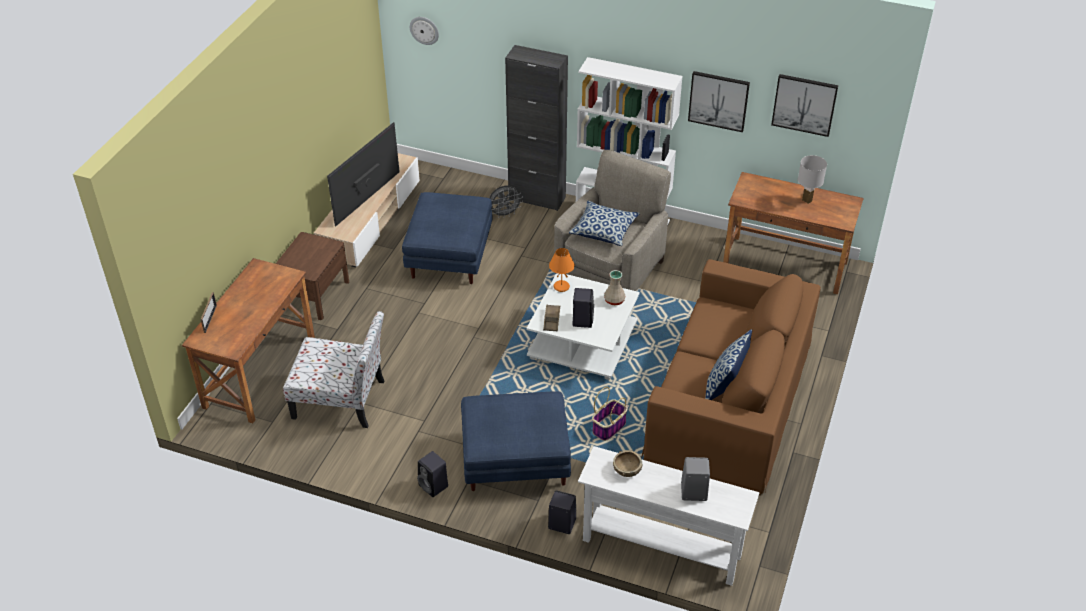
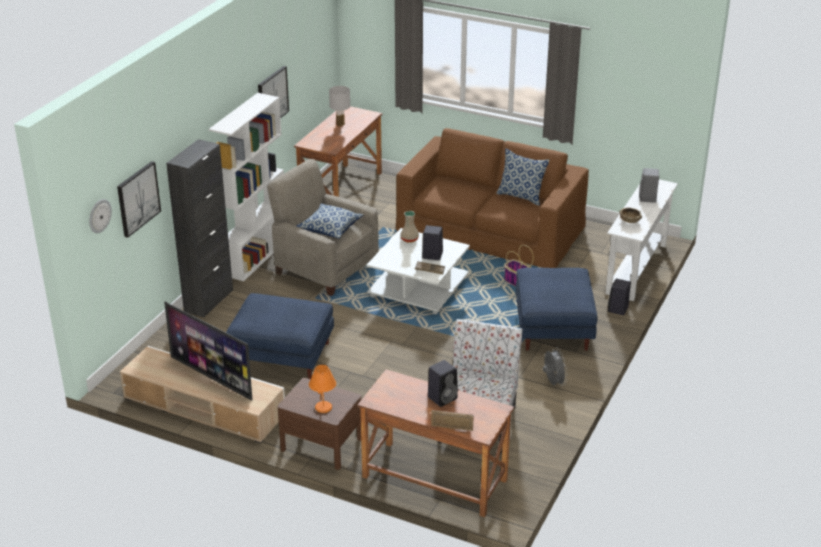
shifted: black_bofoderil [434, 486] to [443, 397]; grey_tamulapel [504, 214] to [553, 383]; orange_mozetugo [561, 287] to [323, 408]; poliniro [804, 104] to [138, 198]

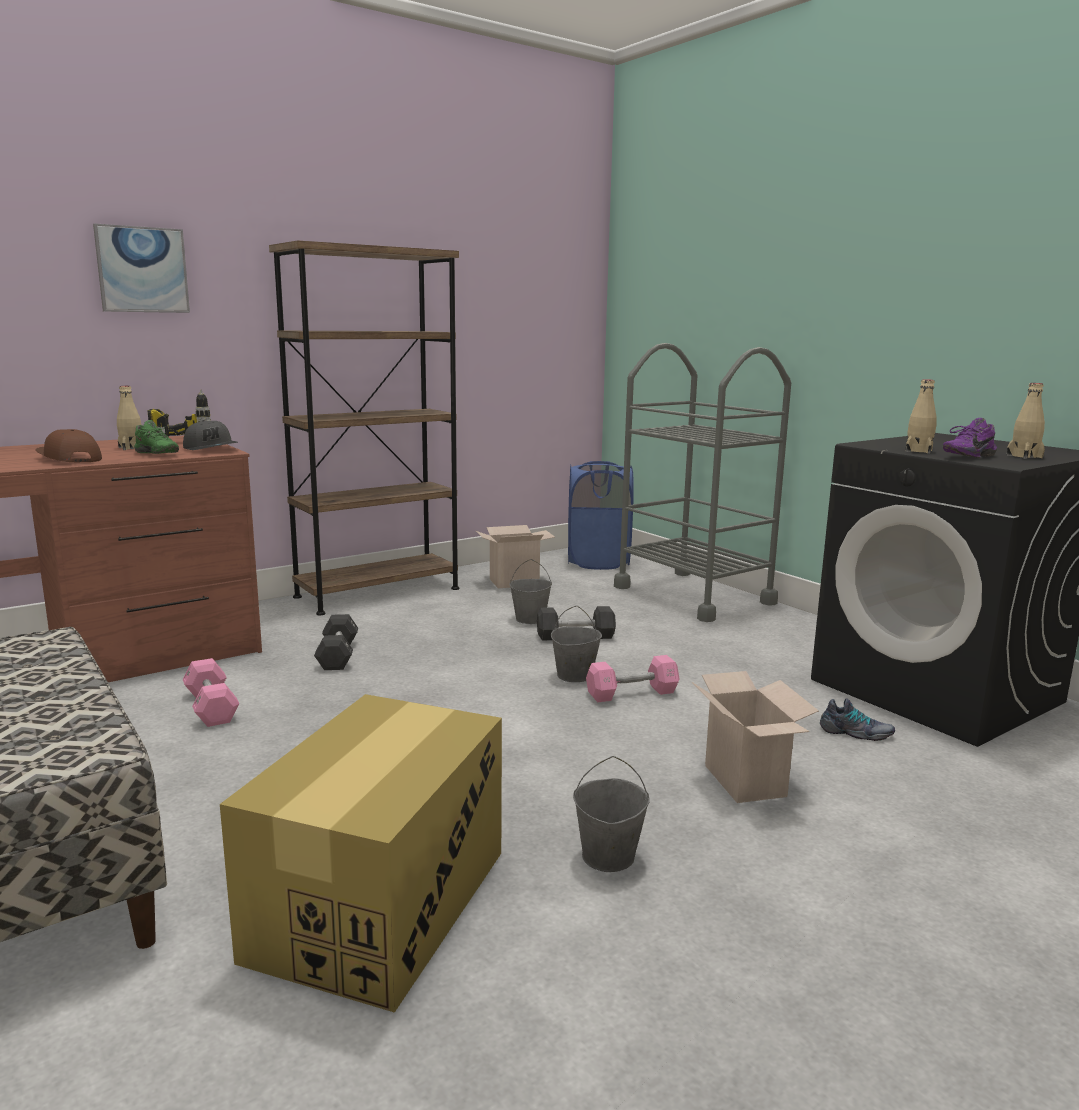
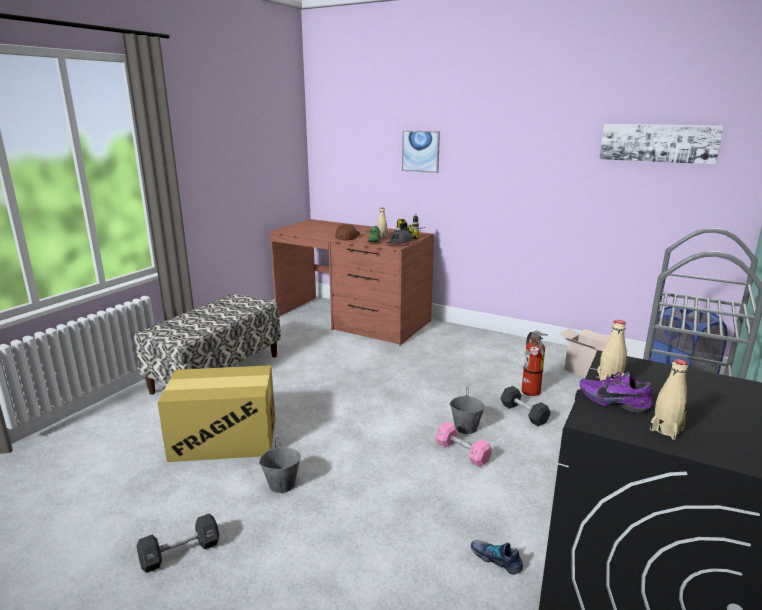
gone: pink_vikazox [211, 707]; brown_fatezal [378, 592]; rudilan [748, 782]
new: poliniro [658, 143]
shifted: black_vikazox [337, 655] to [180, 553]
swapped: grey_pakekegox [530, 619] to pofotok [530, 393]
rotated: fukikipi [856, 733] = [496, 559] 135 degrees clockwise

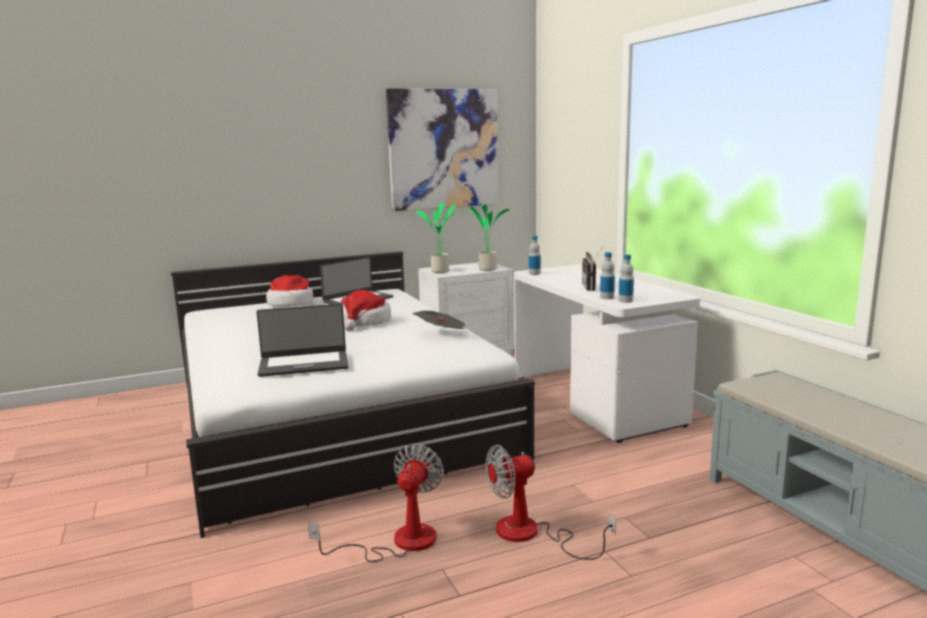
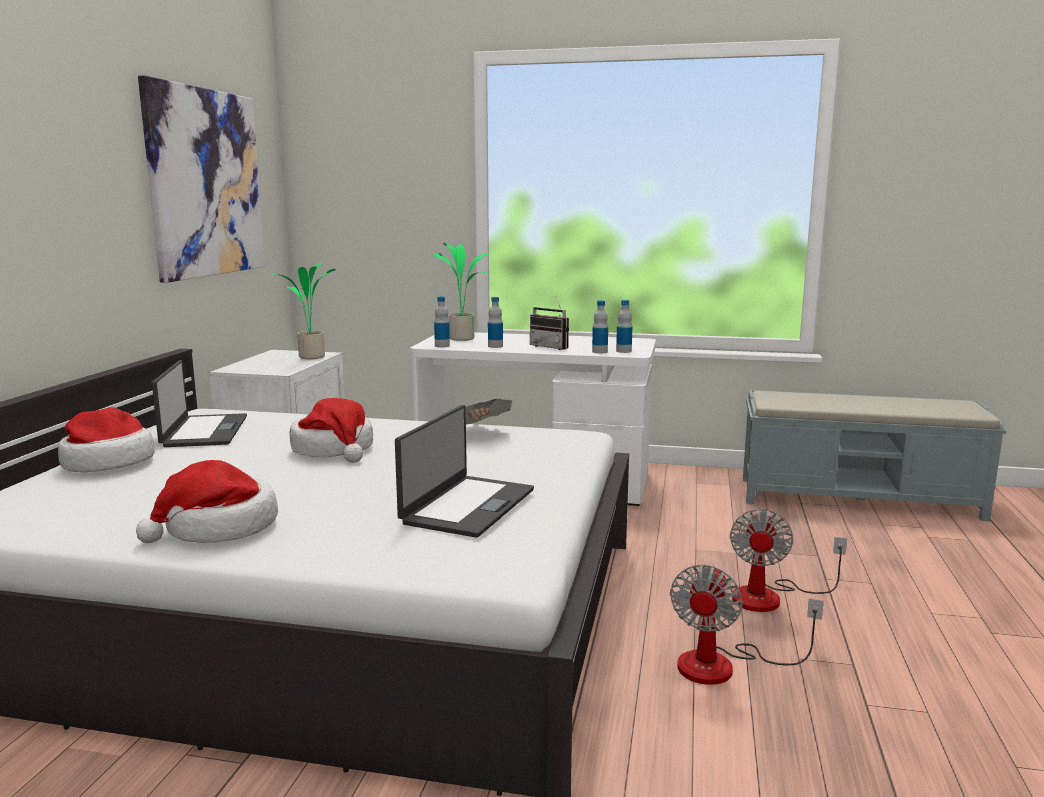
new: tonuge [218, 528]; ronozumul [495, 346]
shifted: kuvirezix [441, 271] to [462, 338]
rotated: tamulapel [399, 542] = [724, 665] 120 degrees counterclockwise

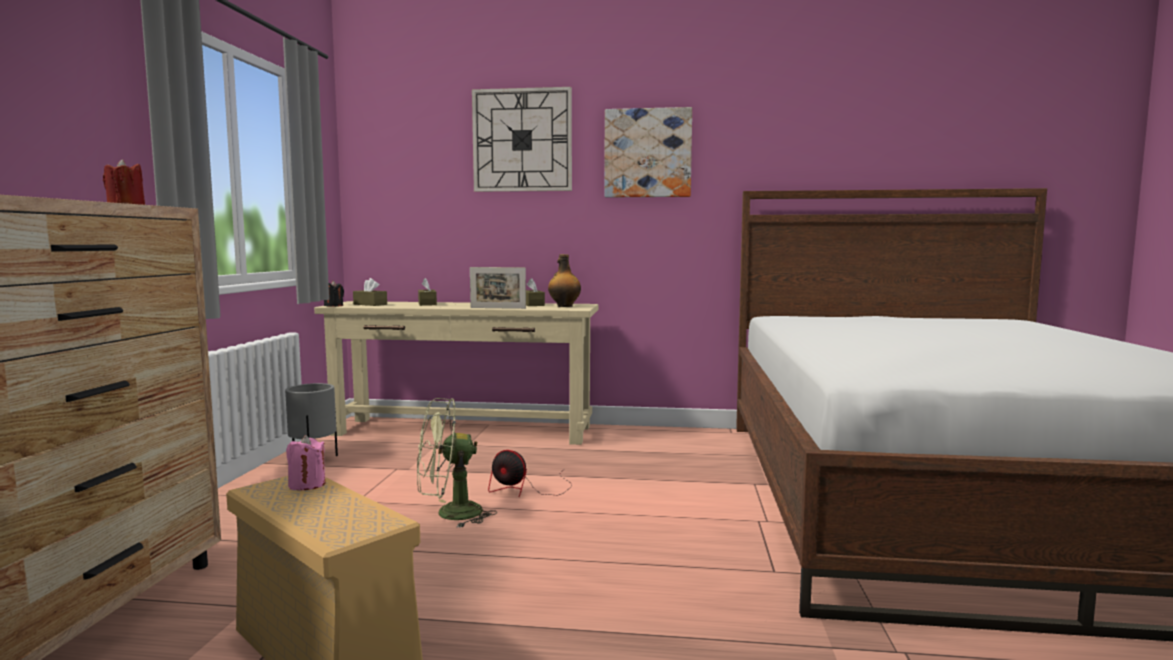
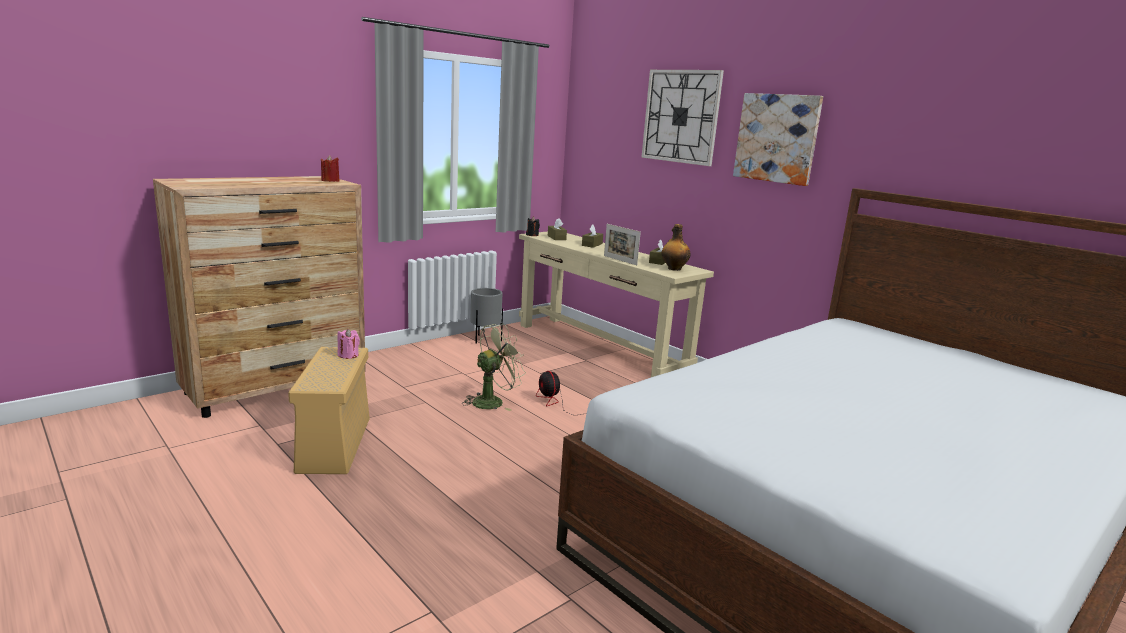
rotated: green_tamulapel [449, 514] = [493, 401] 120 degrees clockwise

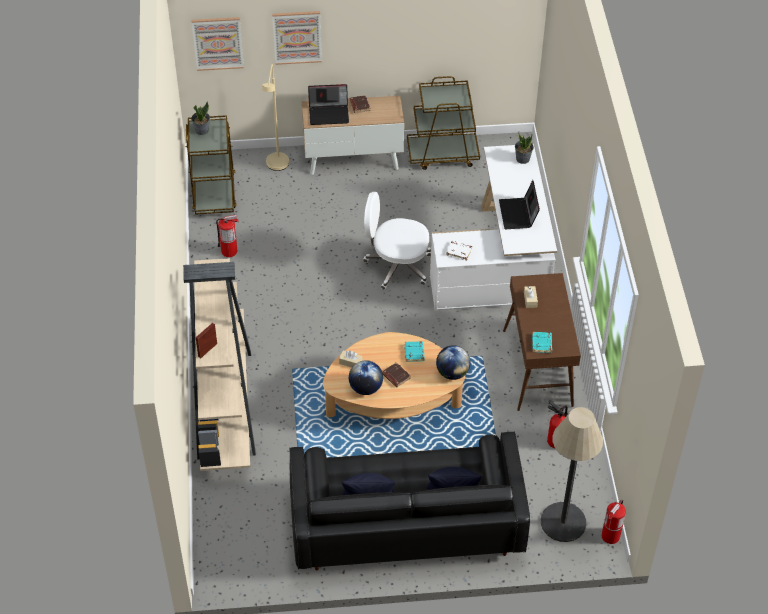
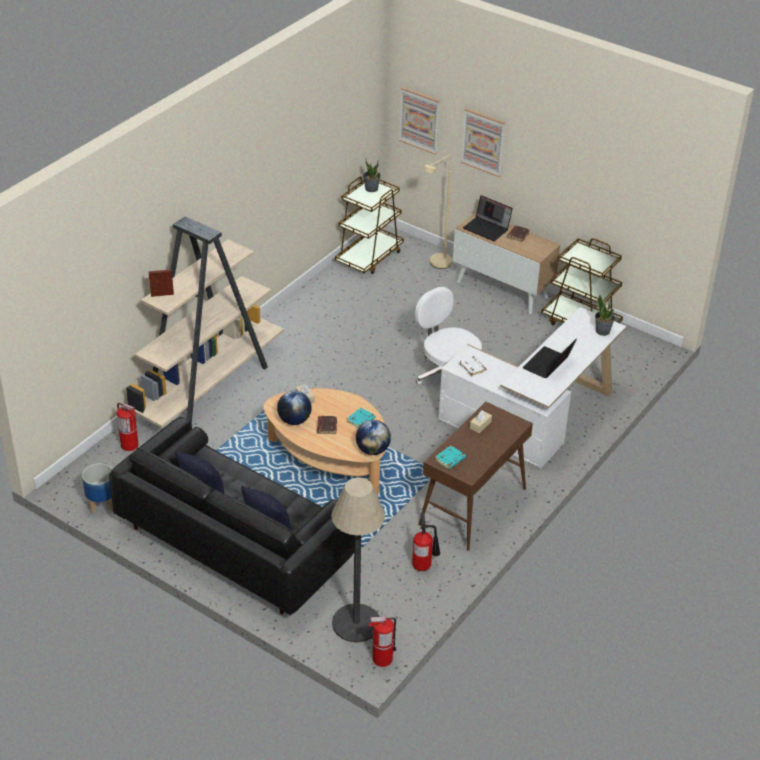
new: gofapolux [101, 505]
shifted: pofotok [229, 251] to [130, 445]

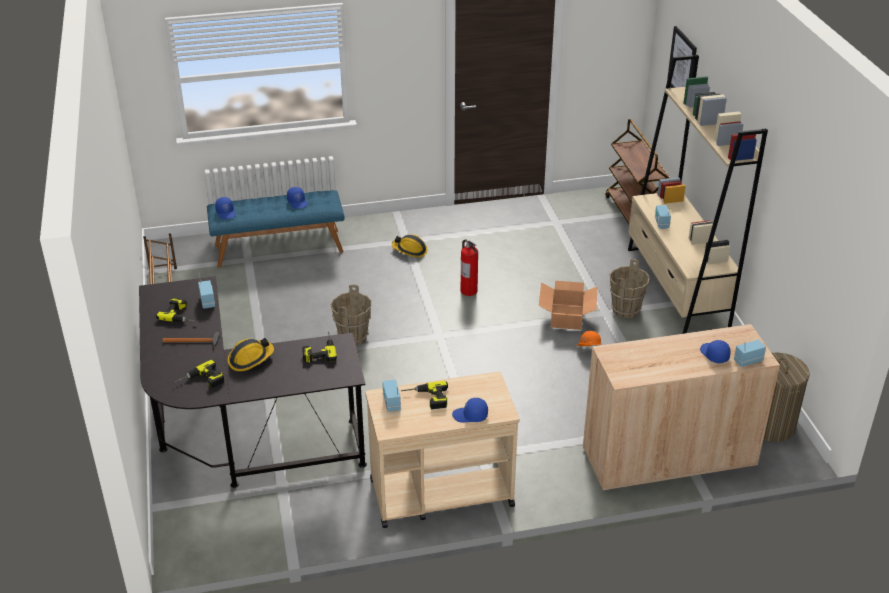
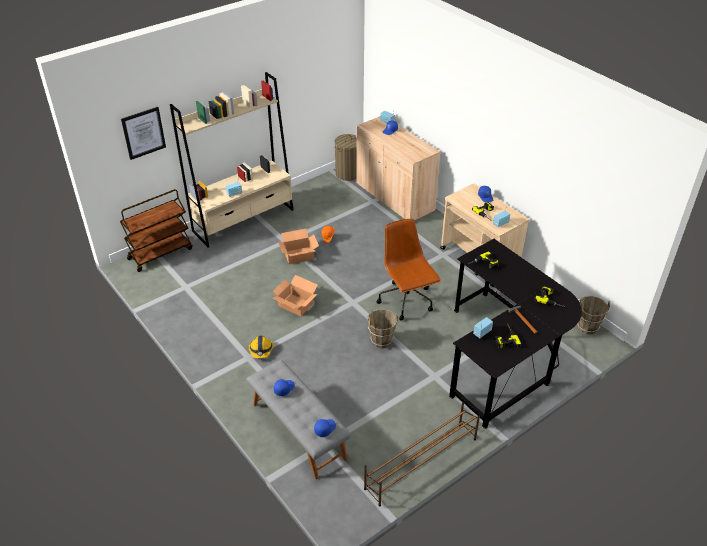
gone: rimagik [250, 359]
new: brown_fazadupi [406, 301]
shifted: brown_pakekegox [626, 310] to [587, 327]
swapped: pofotok [468, 290] to rudilan [295, 304]
repainted: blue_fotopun [279, 248] to grey_fotopun [298, 431]

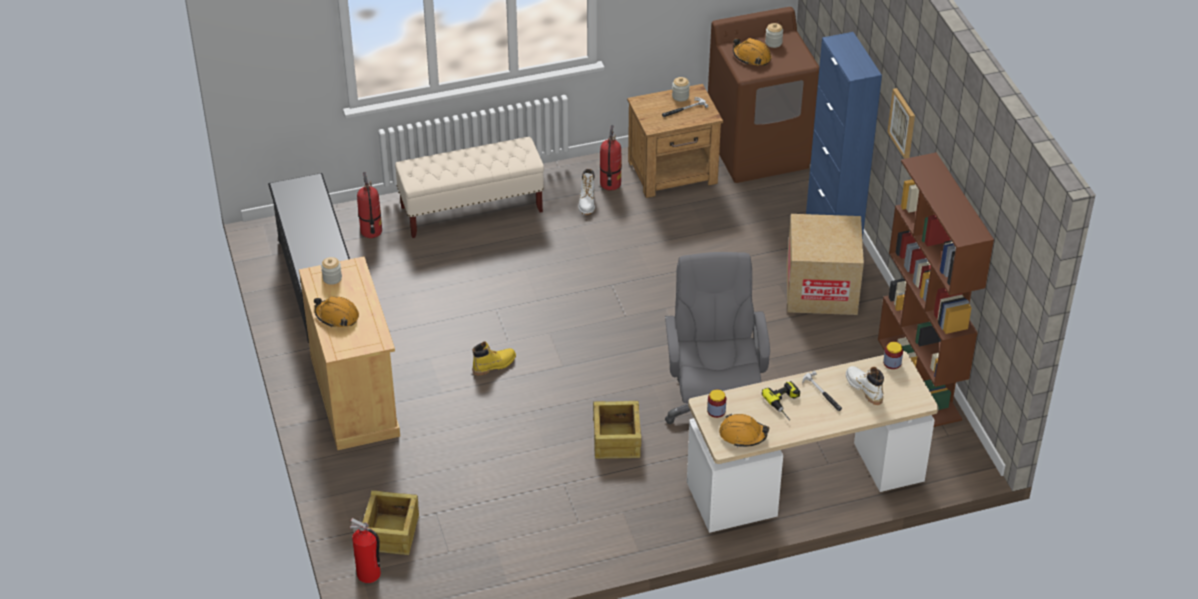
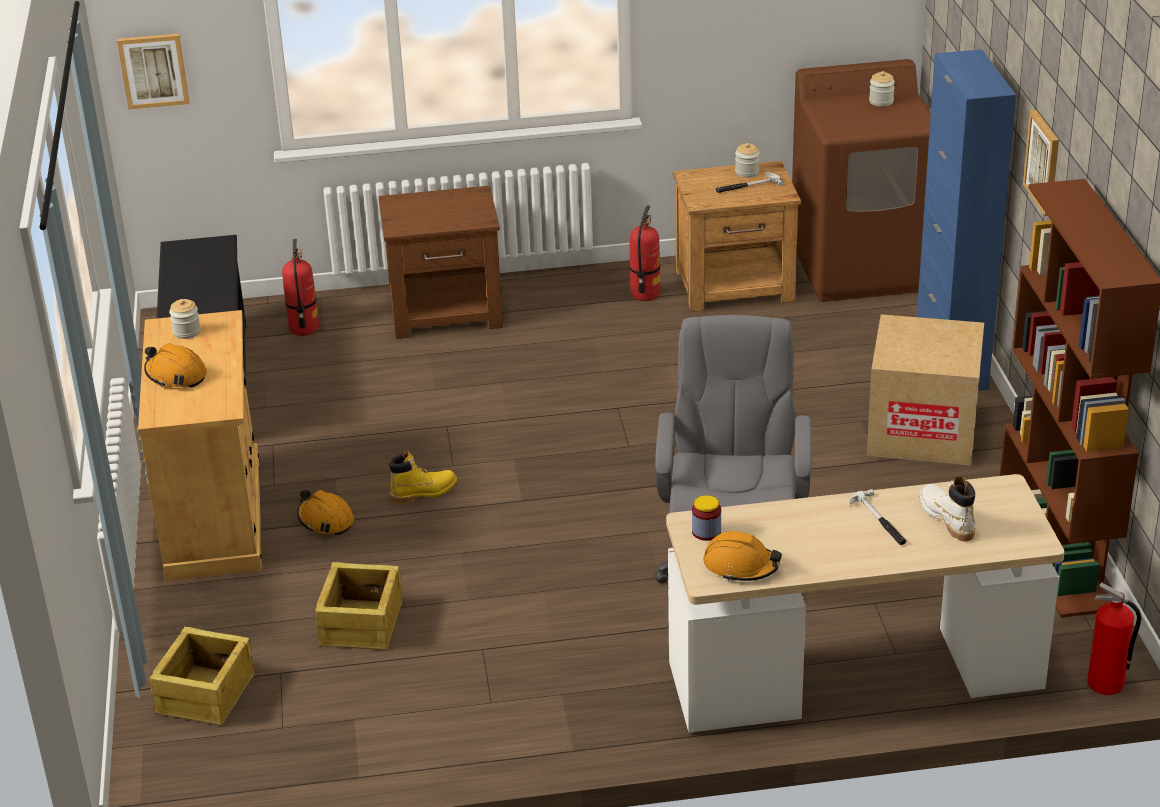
gone: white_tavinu [587, 203]; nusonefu [786, 404]; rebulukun [892, 363]
new: poliniro [153, 70]
shifted: pofotok [369, 574] to [1105, 684]; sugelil [616, 440] to [360, 624]; orange_rimagik [751, 57] to [325, 520]
swapped: beige_fotopun [472, 210] to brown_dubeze [447, 312]

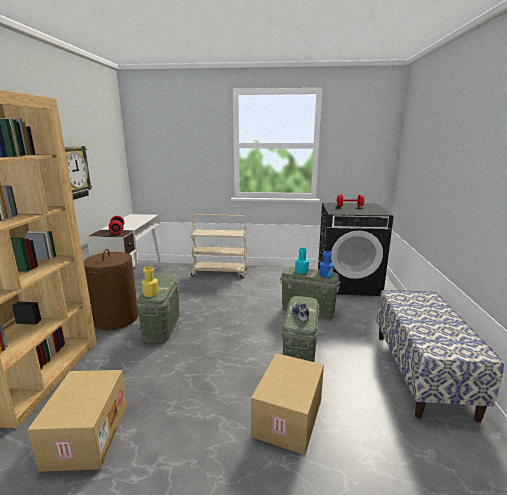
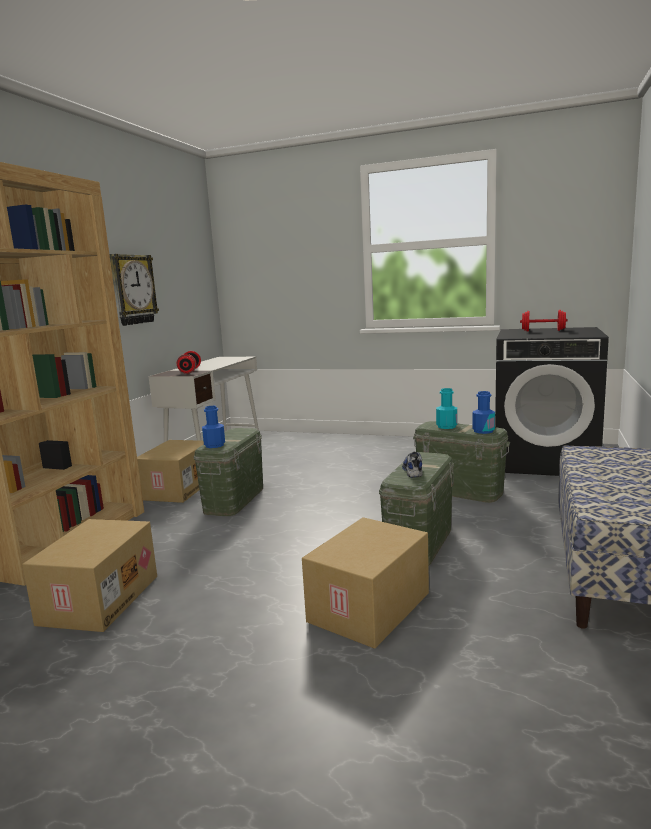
gone: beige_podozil [220, 272]
swapped: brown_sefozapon [115, 318] to rudilan [177, 489]
repainted: yellow_ronozumul [151, 294] to blue_ronozumul [214, 445]

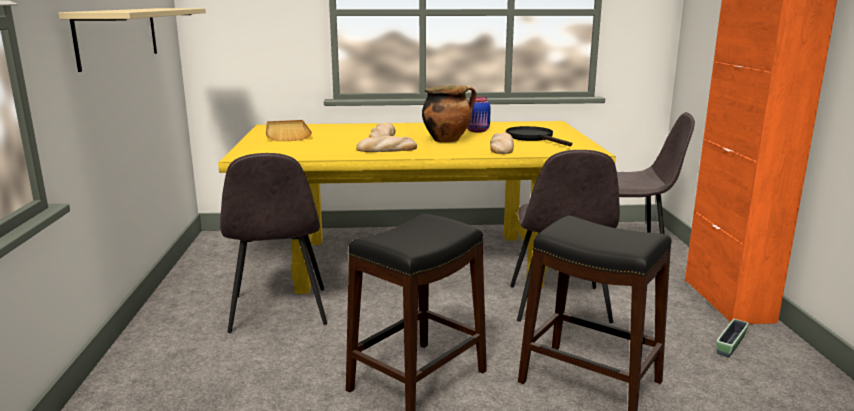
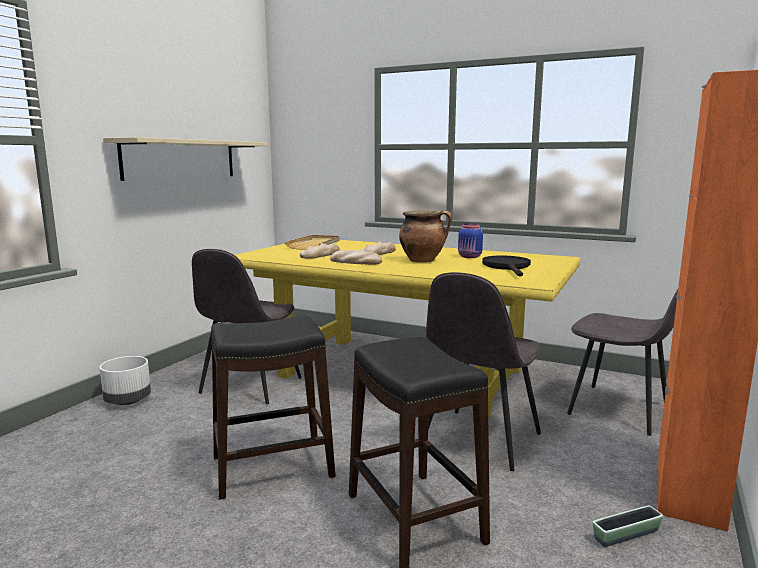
new: white_gofapolux [128, 401]
shifted: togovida [501, 147] to [320, 255]

